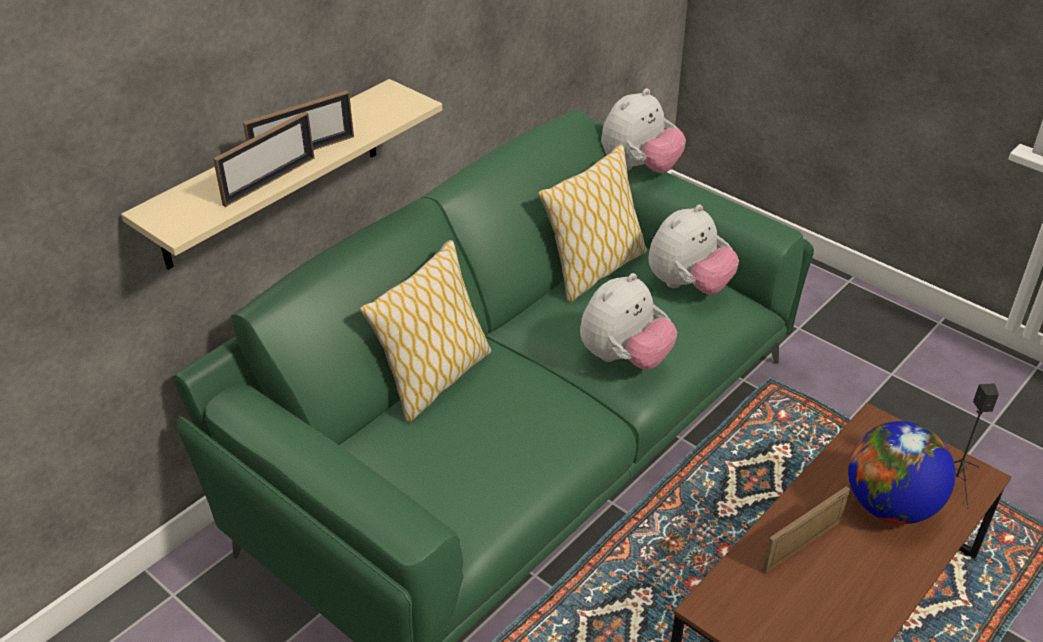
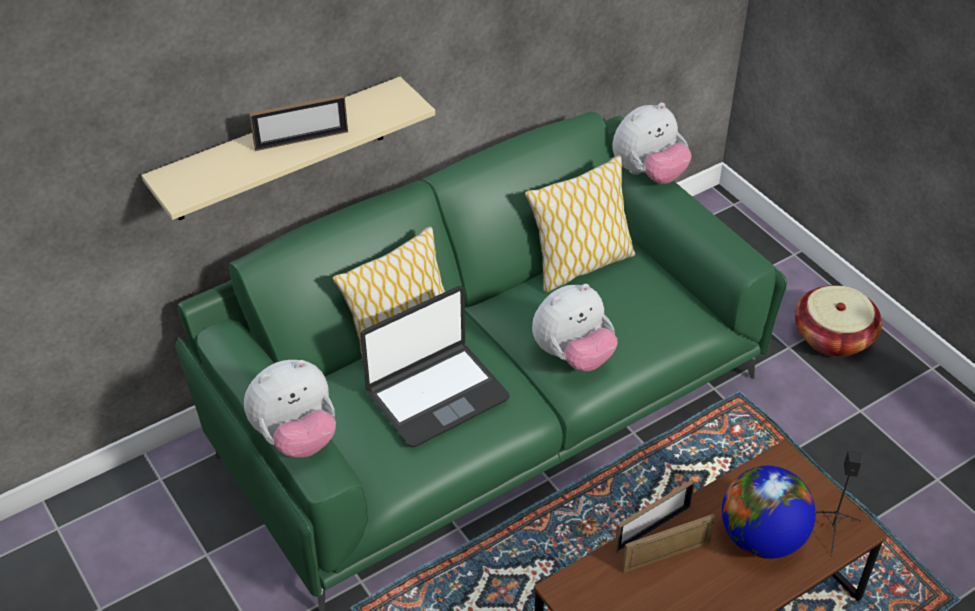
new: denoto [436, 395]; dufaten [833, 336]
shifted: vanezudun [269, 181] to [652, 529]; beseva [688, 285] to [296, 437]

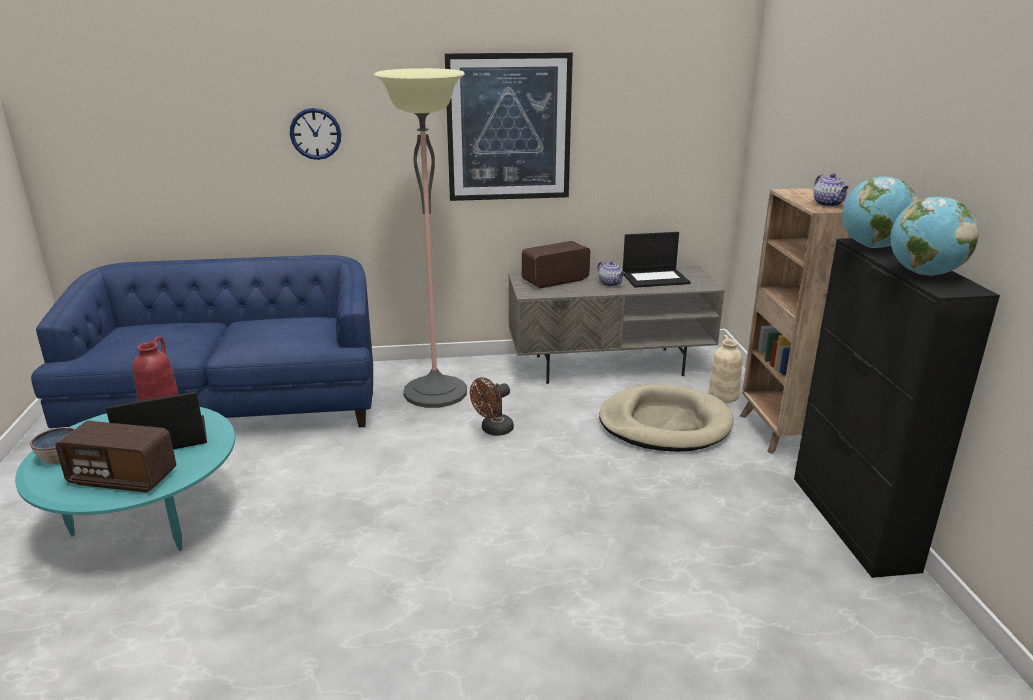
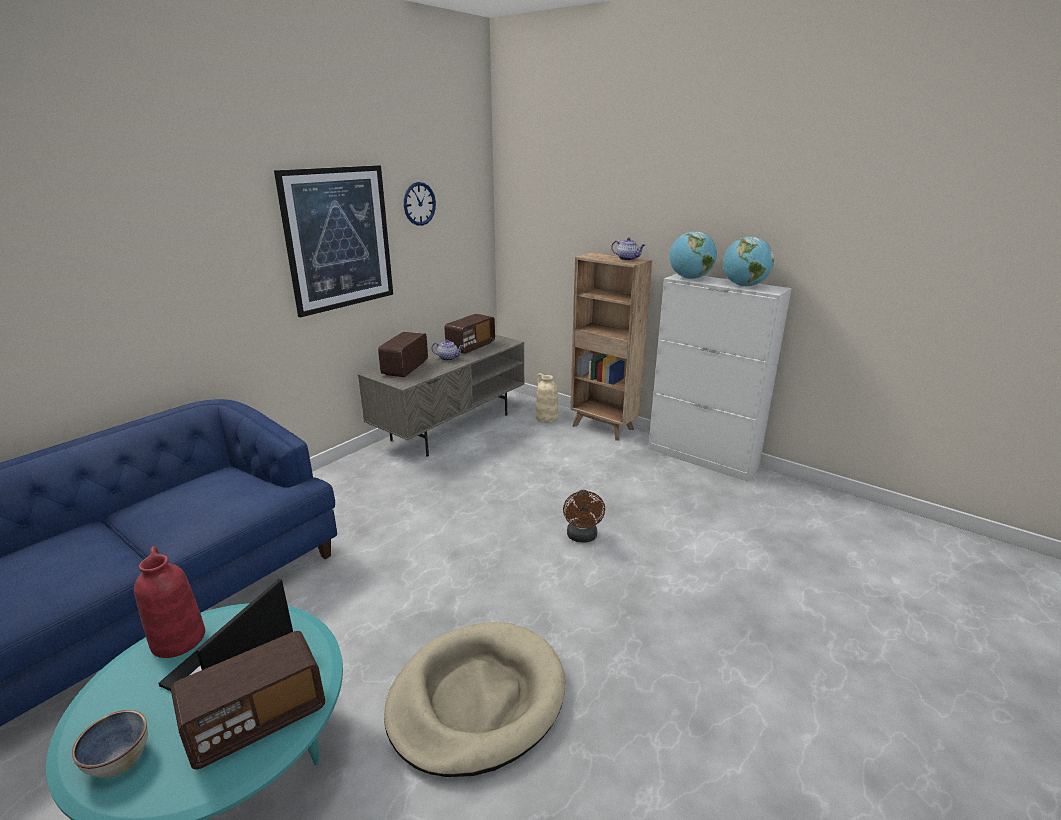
gone: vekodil [435, 392]
shifted: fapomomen [315, 133] to [419, 204]; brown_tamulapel [493, 430] to [582, 537]; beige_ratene [664, 424] to [476, 700]
swapped: denoto [656, 278] to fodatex [470, 346]
repainted: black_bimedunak [852, 522] to white_bimedunak [702, 458]

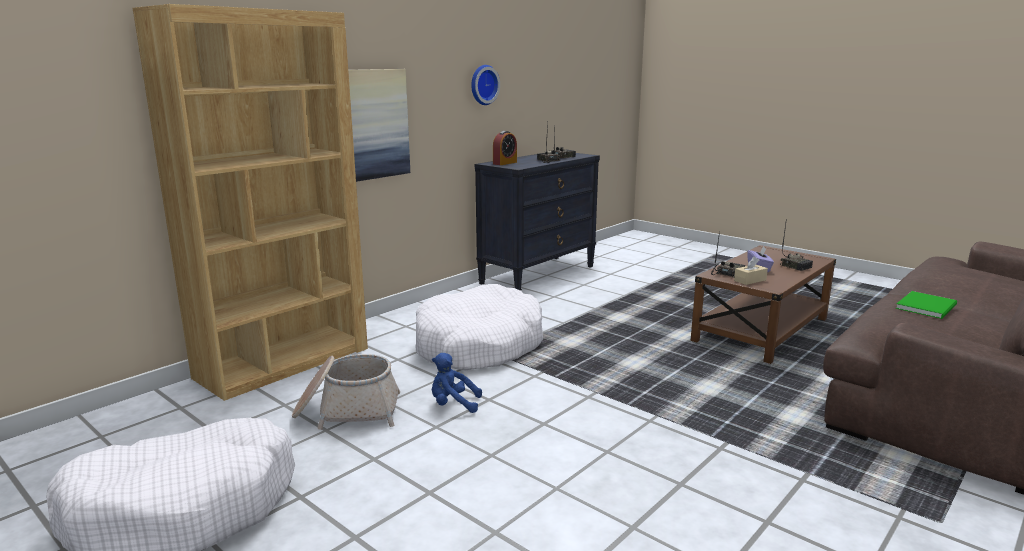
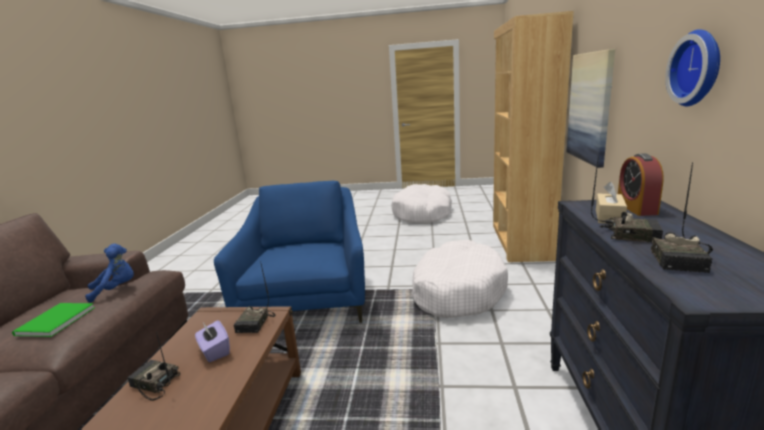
gone: dufaten [347, 411]
new: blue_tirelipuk [307, 299]
shifted: blue_beseva [453, 405] to [116, 289]; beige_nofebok [750, 280] to [609, 217]

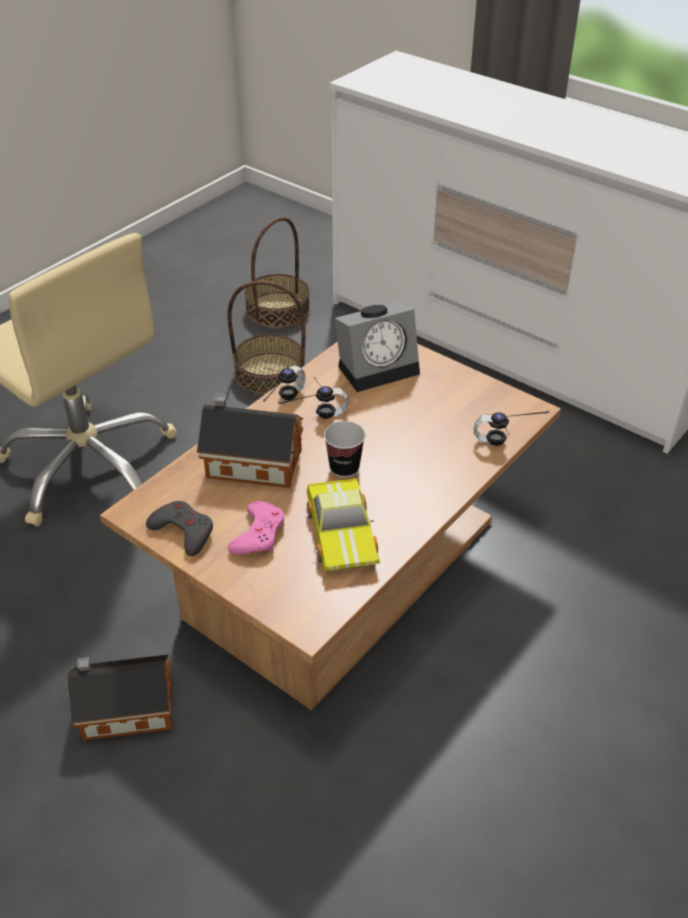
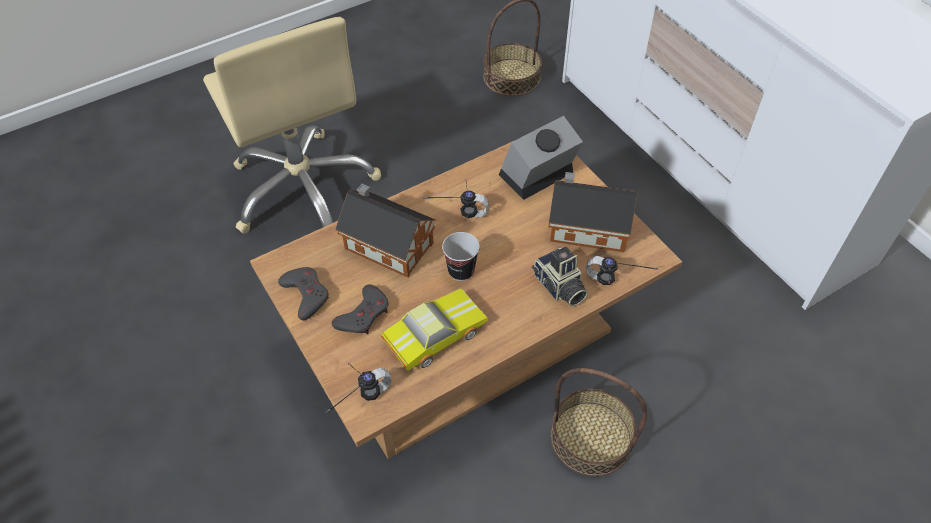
new: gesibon [559, 287]
shifted: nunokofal [123, 709] to [585, 227]; dufaten [269, 374] to [591, 438]; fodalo [275, 400] to [356, 395]
repainted: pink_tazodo [259, 534] to grey_tazodo [363, 314]
rotated: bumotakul [344, 532] = [433, 333] 135 degrees counterclockwise; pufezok [379, 367] = [536, 177] 150 degrees clockwise

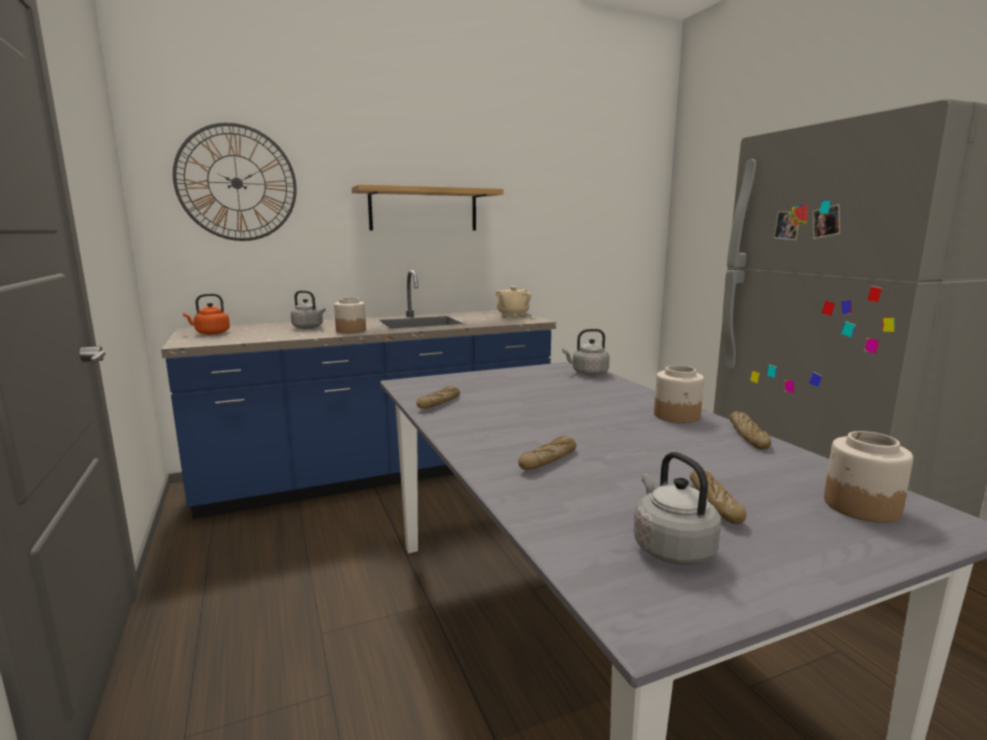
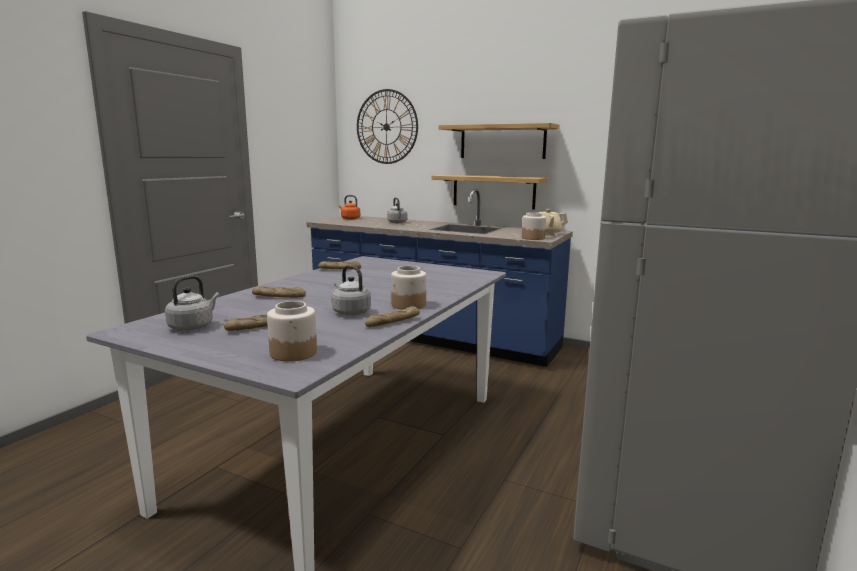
new: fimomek [493, 191]
shifted: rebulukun [350, 330] to [533, 238]; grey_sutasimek [588, 373] to [350, 312]

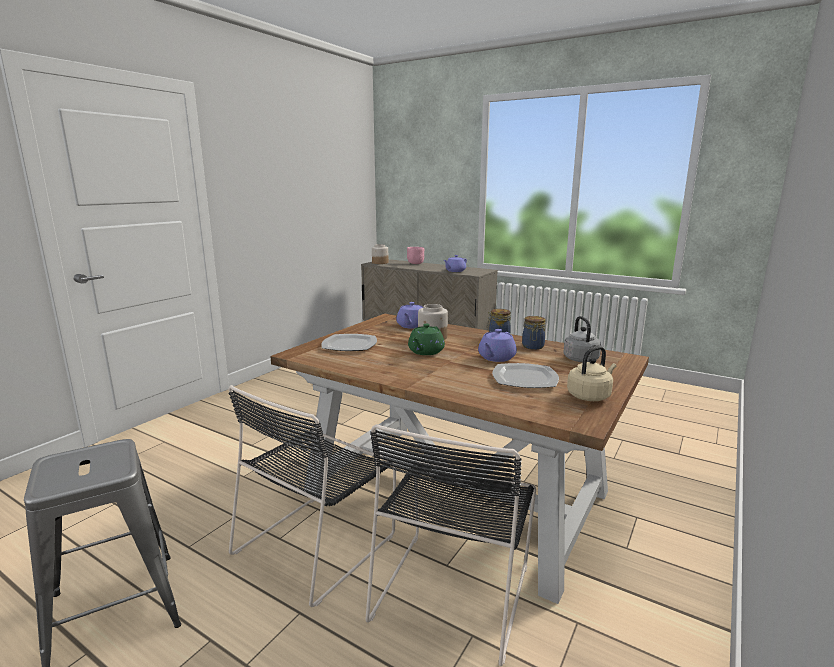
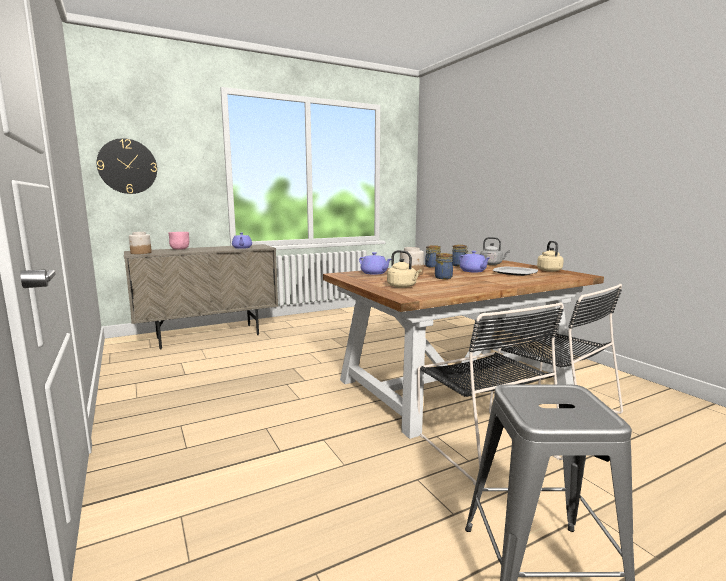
new: fapomomen [127, 166]
swapped: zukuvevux [350, 345] to beige_sutasimek [403, 286]; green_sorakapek [425, 352] to rebulukun [444, 277]

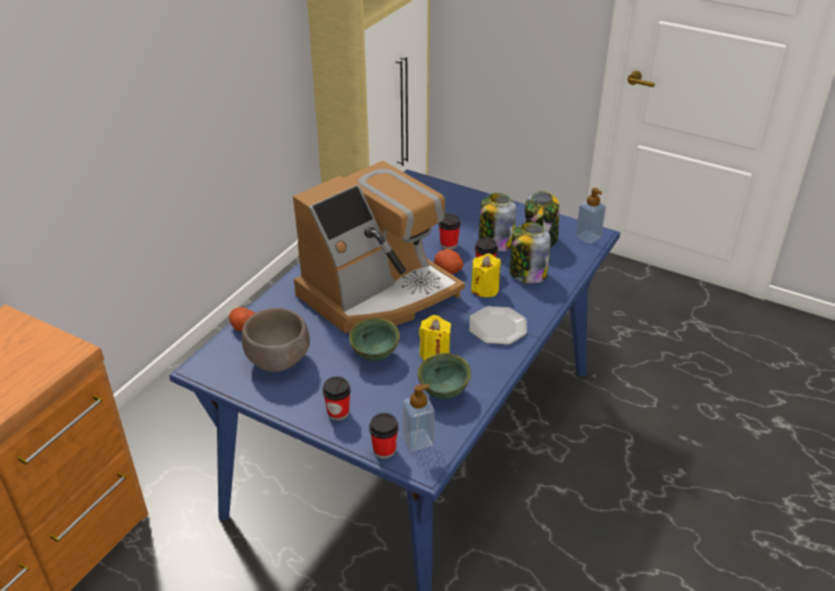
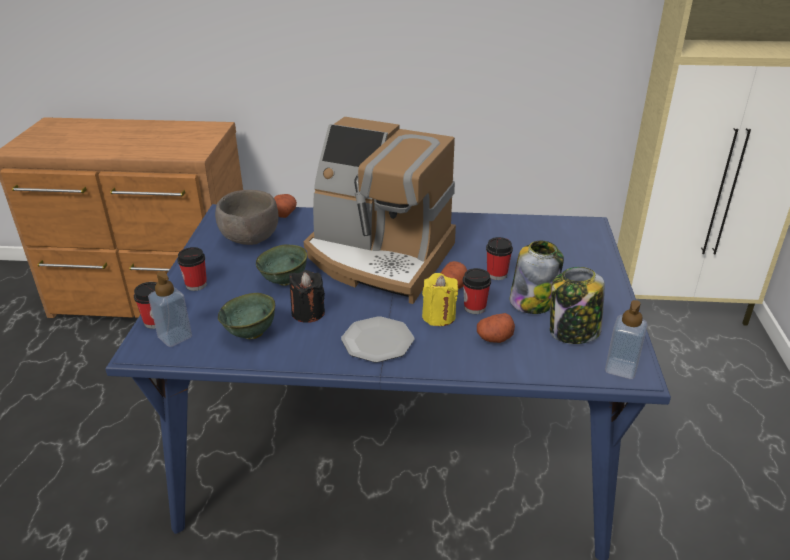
swapped: rebulukun [527, 273] to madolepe [494, 338]
repainted: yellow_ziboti [434, 353] to black_ziboti [308, 313]

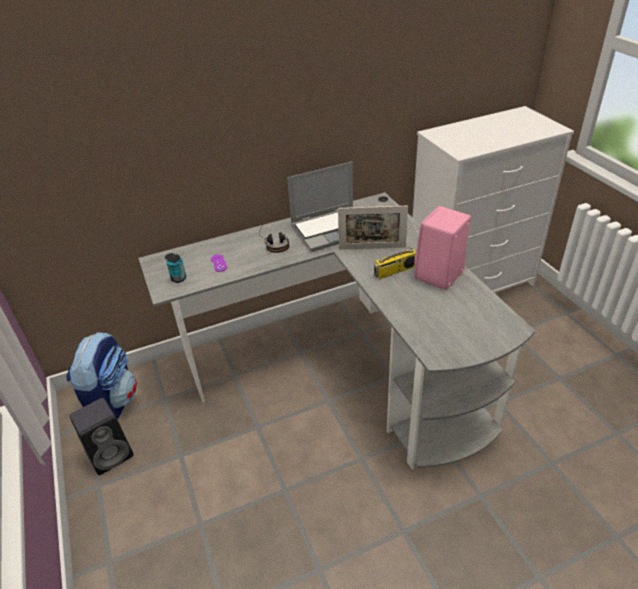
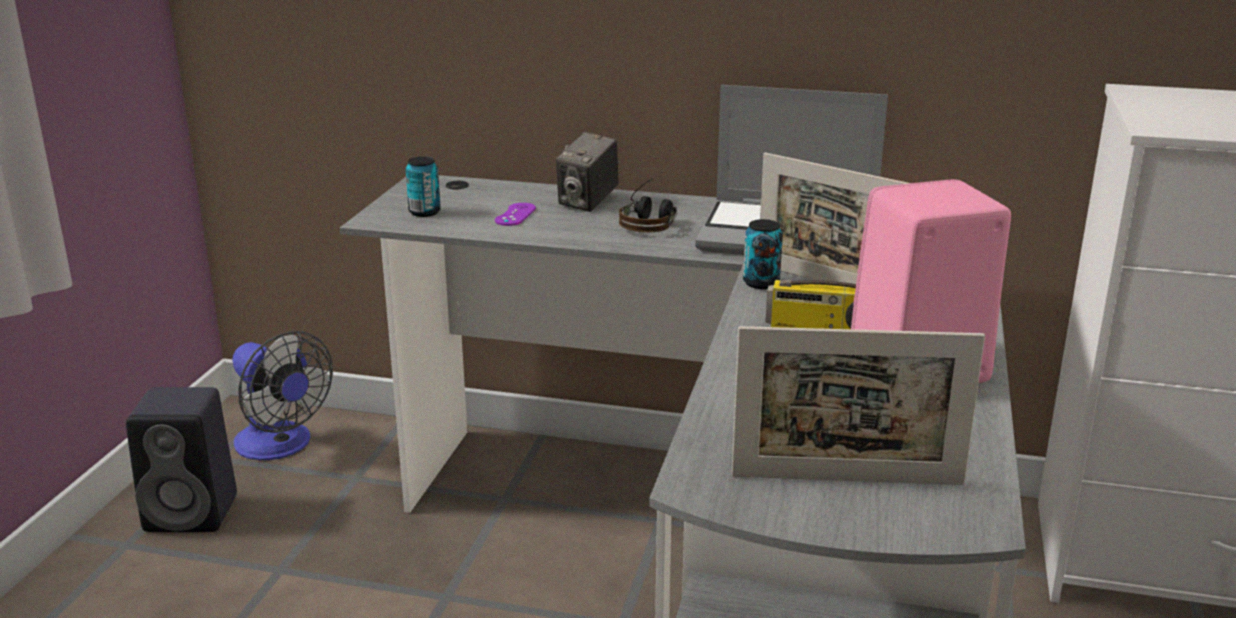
new: gesibon [588, 202]; vanezudun [847, 480]; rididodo [761, 283]
swapped: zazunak [113, 402] to tamulapel [280, 446]

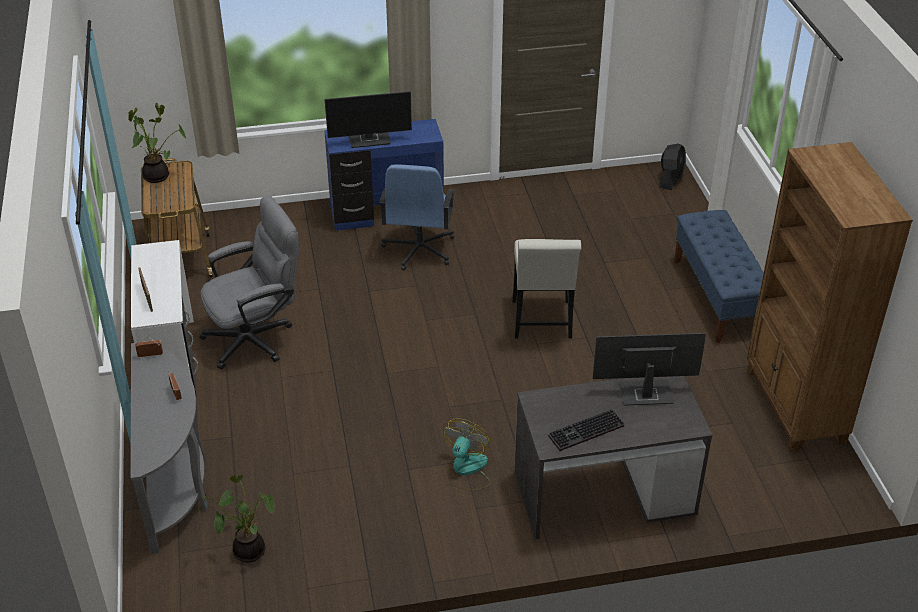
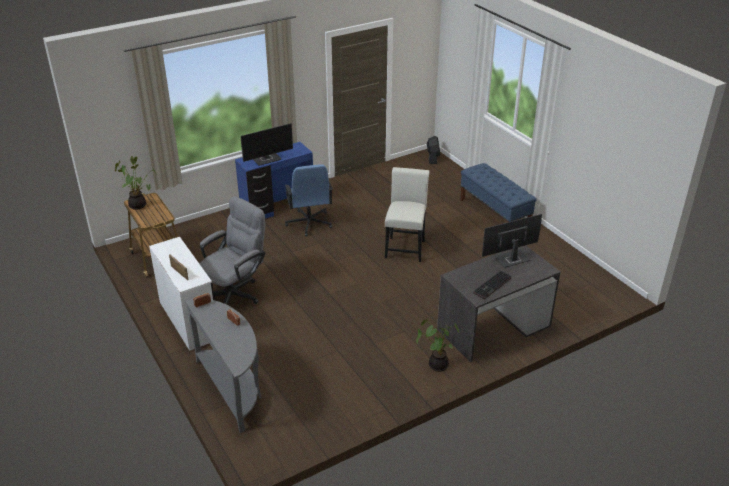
gone: tamulapel [466, 470]; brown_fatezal [794, 406]
shifted: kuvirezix [248, 549] to [436, 364]
rotated: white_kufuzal [542, 323] = [405, 247] 150 degrees counterclockwise

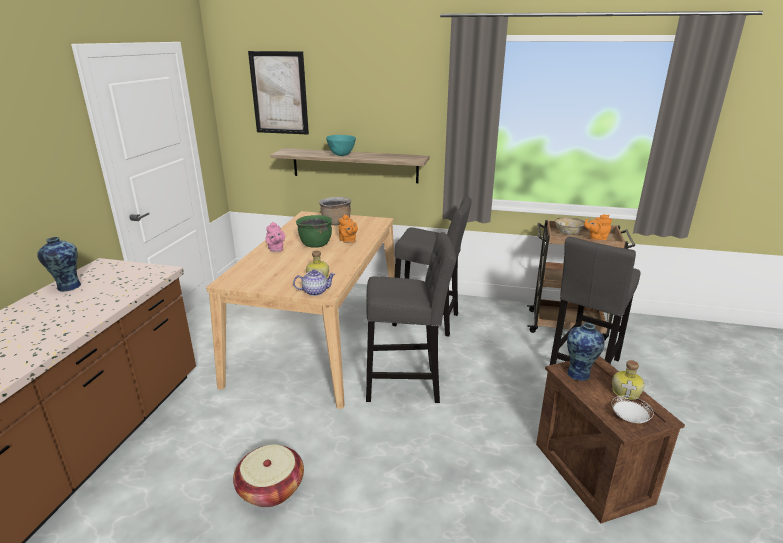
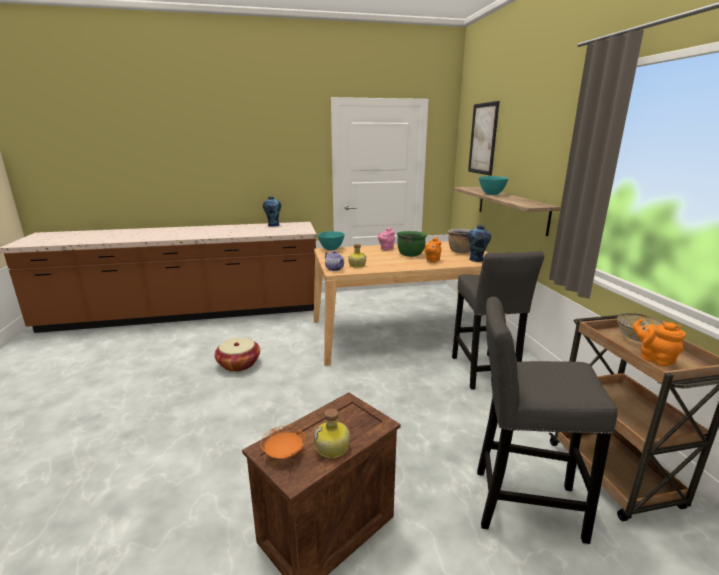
gone: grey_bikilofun [407, 385]
new: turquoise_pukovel [331, 249]
shifted: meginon [579, 373] to [477, 260]
repainted: white_zukuvevux [629, 418] to orange_zukuvevux [284, 452]

